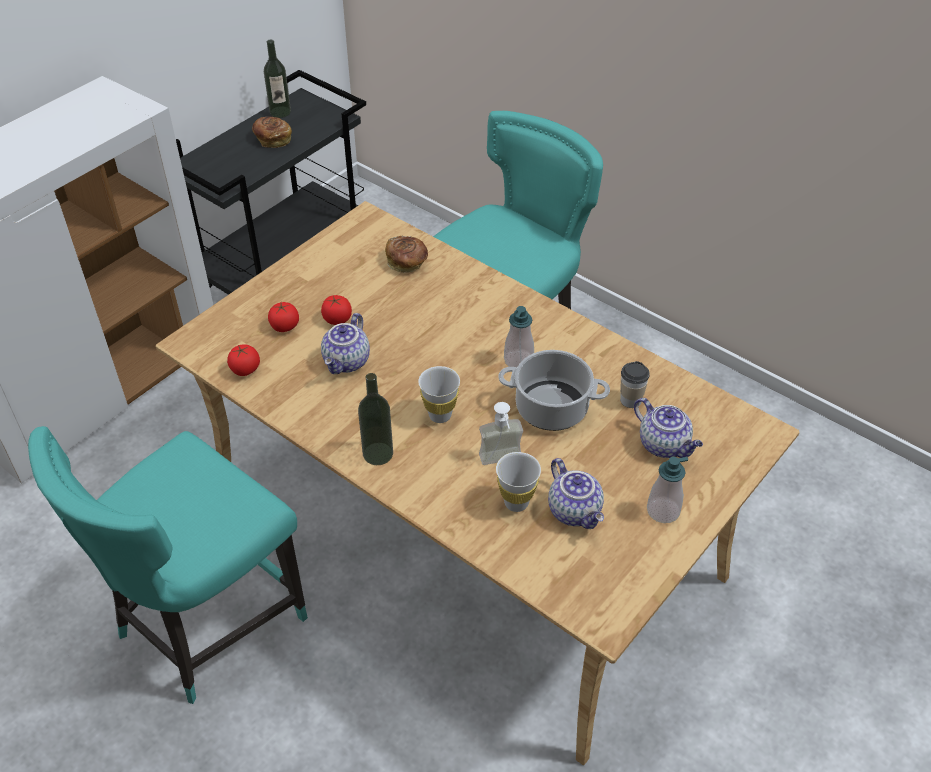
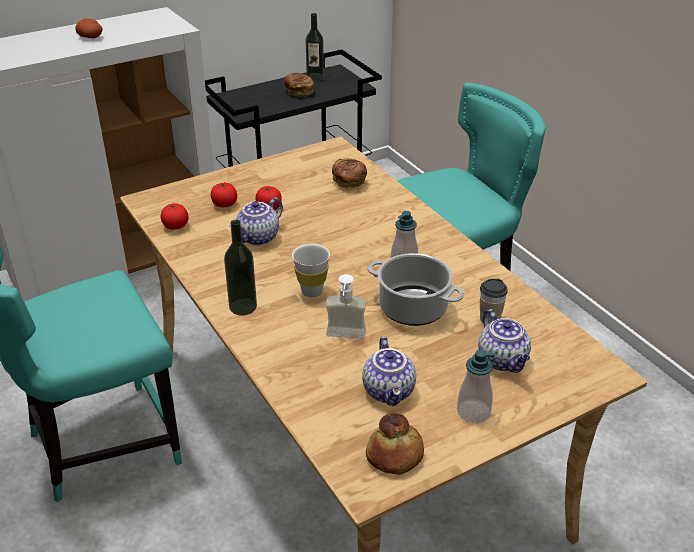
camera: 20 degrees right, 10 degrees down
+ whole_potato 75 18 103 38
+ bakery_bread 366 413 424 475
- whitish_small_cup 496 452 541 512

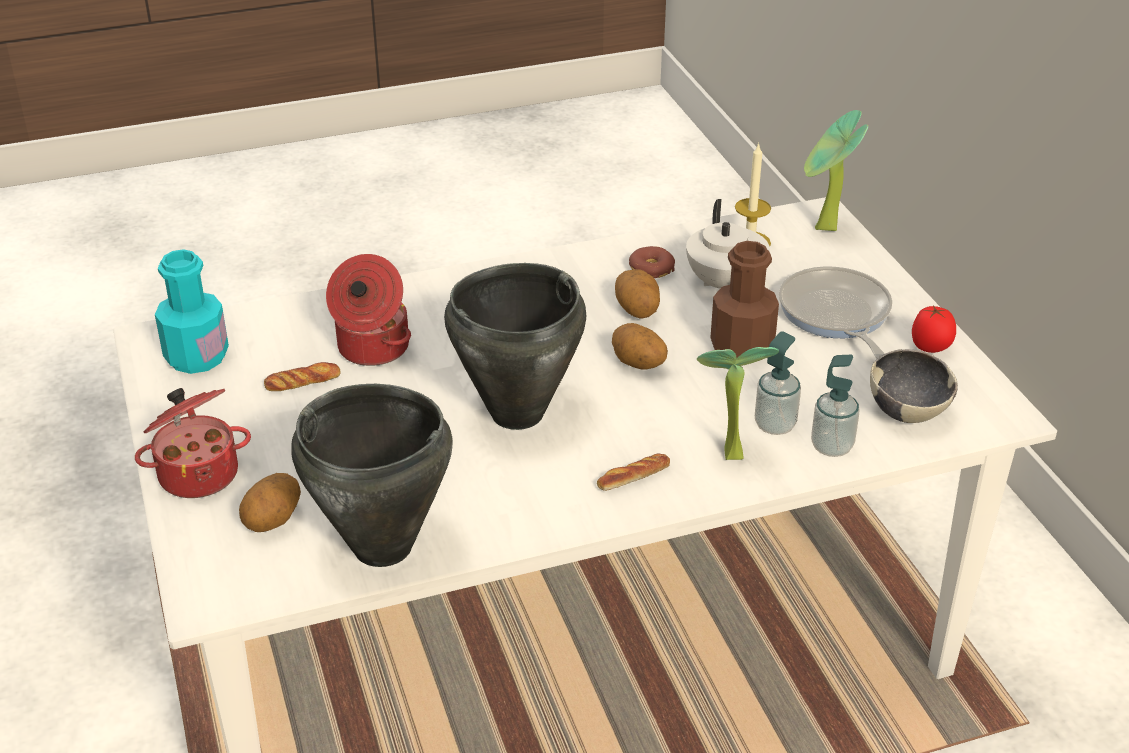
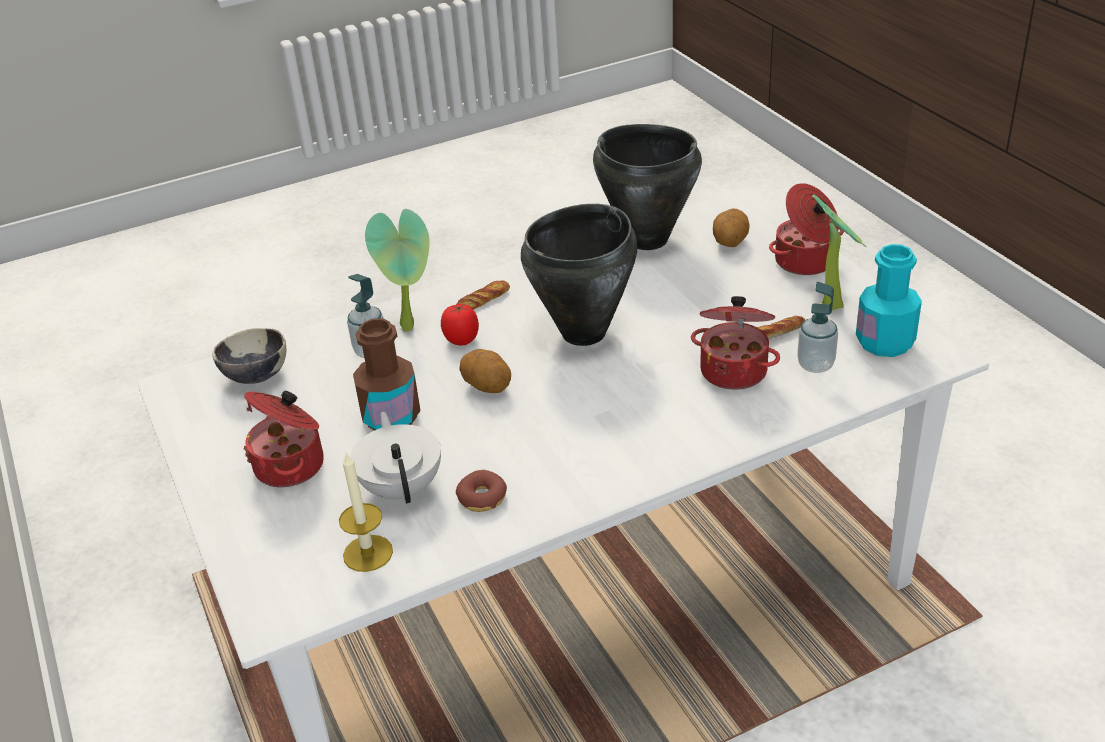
camera: 175 degrees right, 0 degrees up
~ frying_pan 779 266 892 359 to stockpot 243 391 324 488
~ whole_tomato 912 305 956 353 to 441 304 479 346
~ liquid_soap_bottle 811 355 859 457 to 797 282 838 373
~ plant_in_a_pot 804 110 868 231 to 812 195 867 310
- whole_potato 615 269 660 319

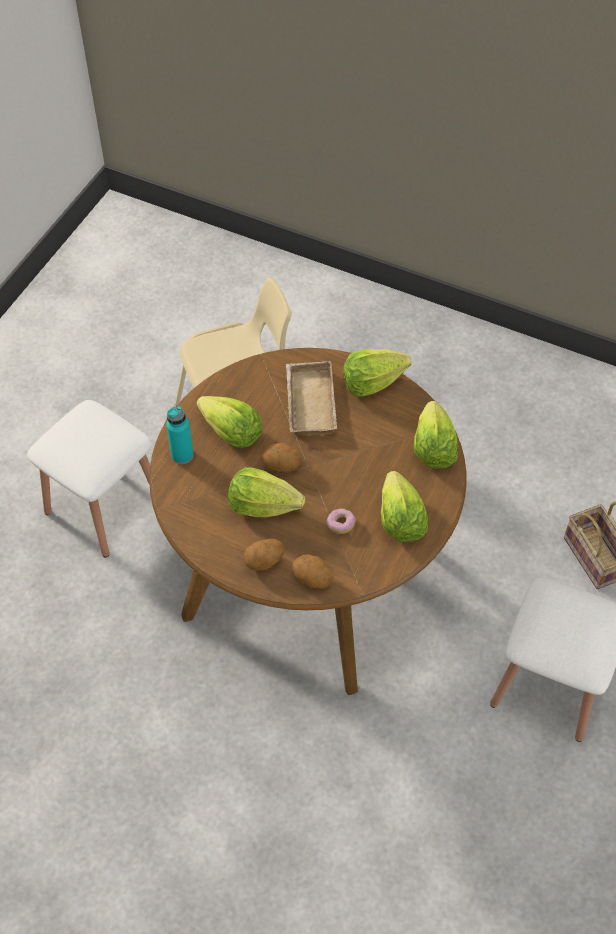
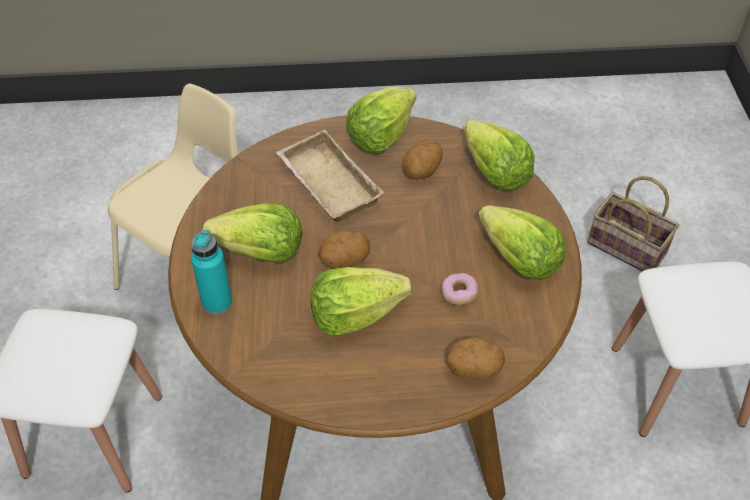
camera: 30 degrees left, 5 degrees down
~ whole_potato 243 539 285 570 to 402 139 443 180

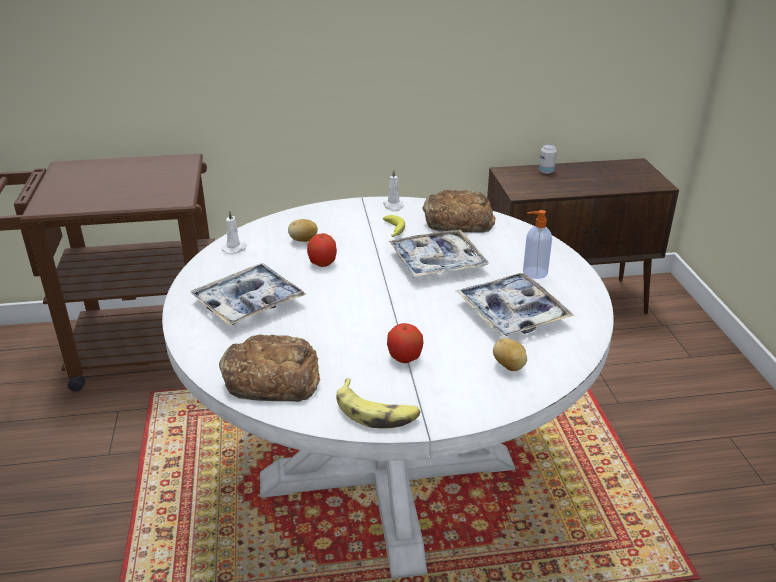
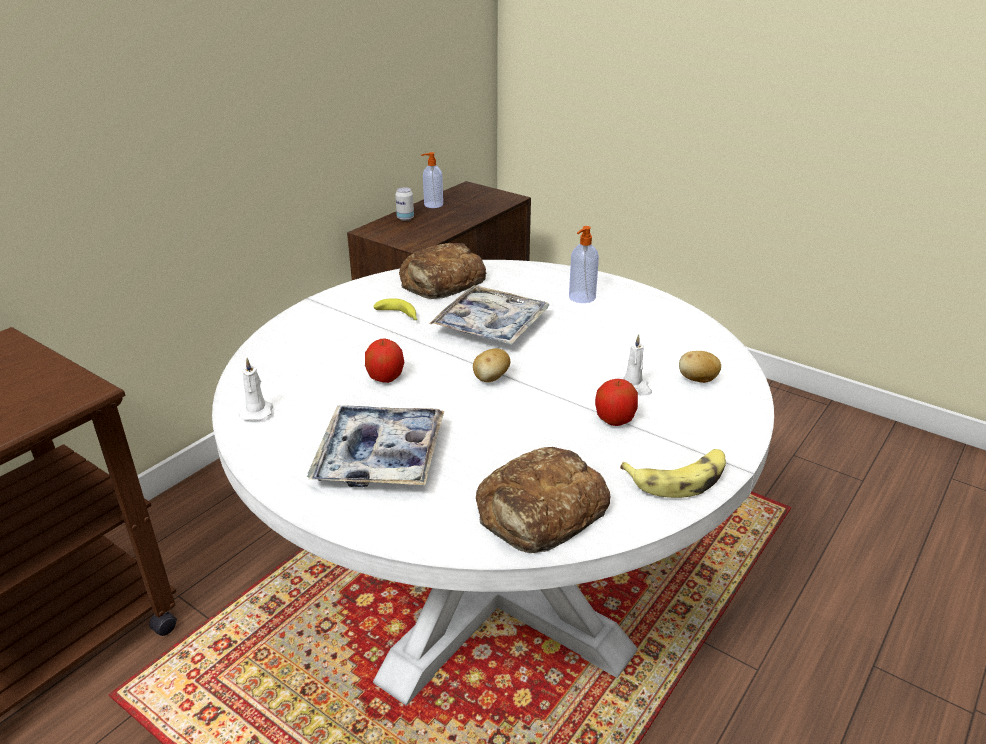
camera: 45 degrees left, 0 degrees up
+ liquid_soap_bottle 421 152 443 208
~ whole_potato 288 219 318 242 to 473 348 511 382
~ whitish_candle 383 169 404 212 to 618 334 652 395
- carrying_tray 456 273 574 336

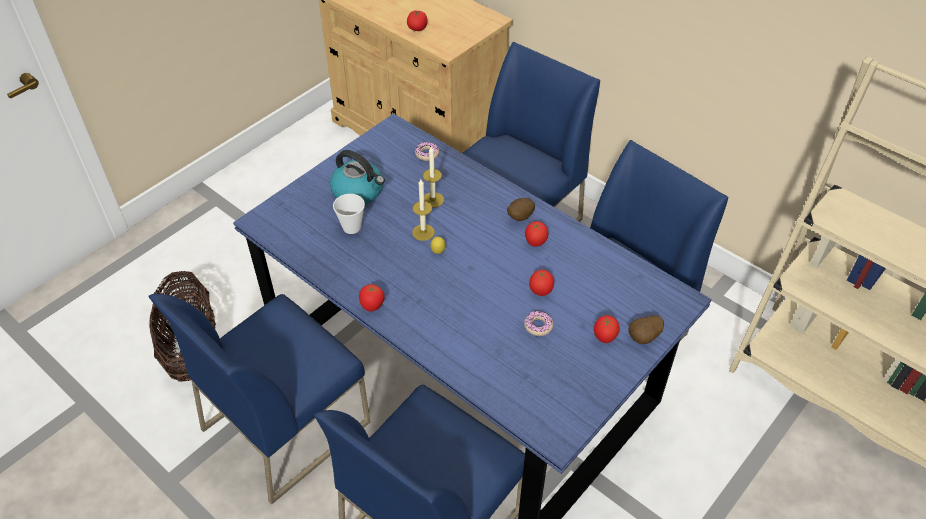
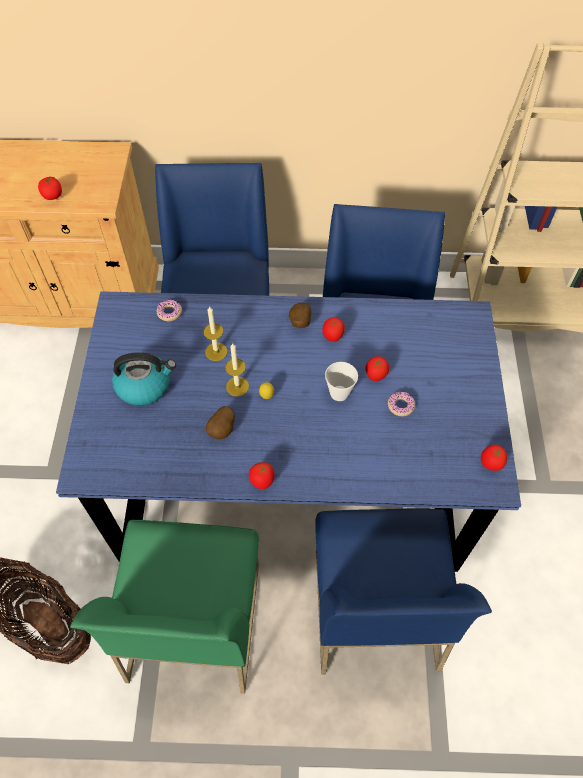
camera: 40 degrees left, 10 degrees up
~ blue_plain_chair 148 294 370 505 to green-coloured_plain_chair 70 520 259 694
~ whole_potato 628 315 664 344 to 206 406 235 439
~ small_cup 333 194 365 234 to 325 362 358 401
~ whole_tomato 594 315 620 343 to 481 444 507 471

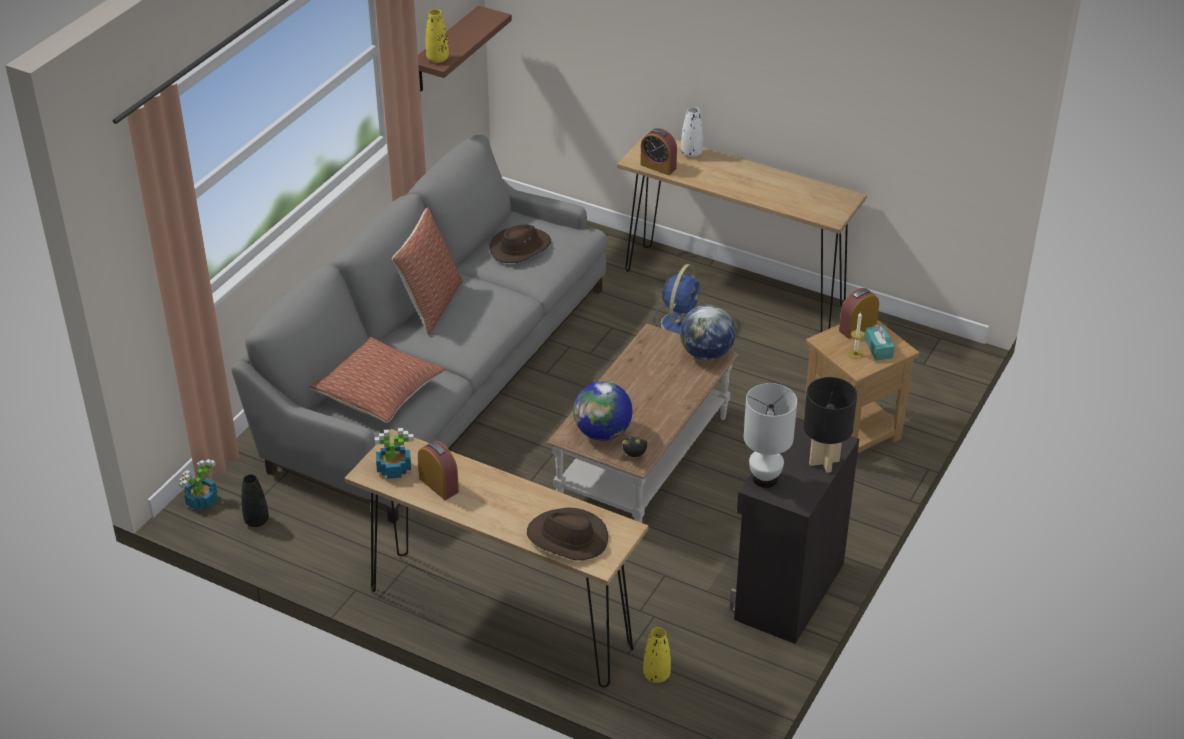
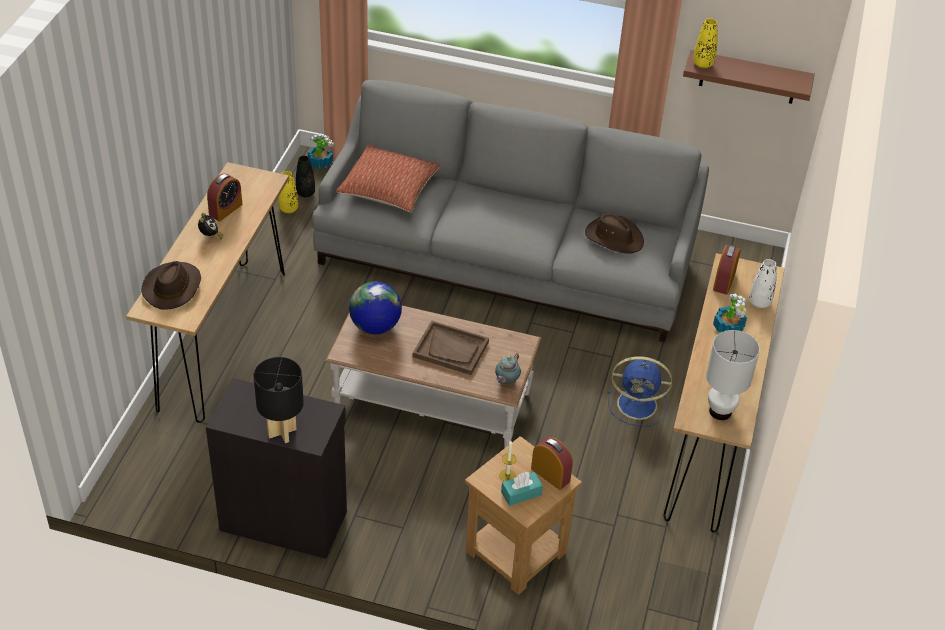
camera: 75 degrees right, 5 degrees up
~ bedside_clock 622 437 647 457 to 198 213 223 239
~ yellowish_decorative_vase 643 627 671 683 to 278 171 298 213
+ brown_carrying_tray 413 321 489 375
~ world_globe 680 304 736 361 to teapot 495 353 521 385
~ whitish_lamp_for_a_table 744 383 797 488 to 706 330 760 420
~ plant_in_a_pot 374 428 414 479 to 713 294 747 333
- throw_pillow 392 208 463 334

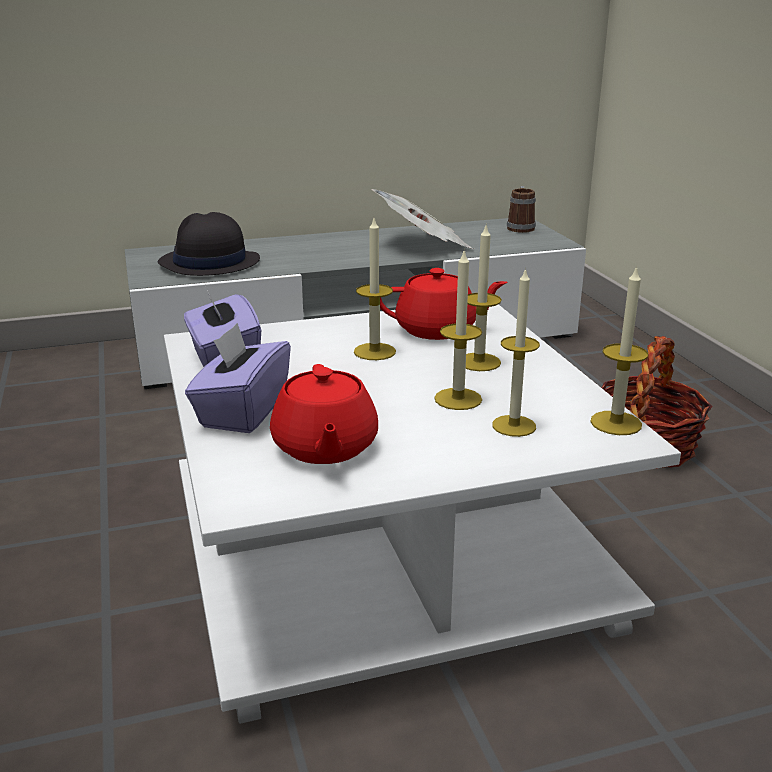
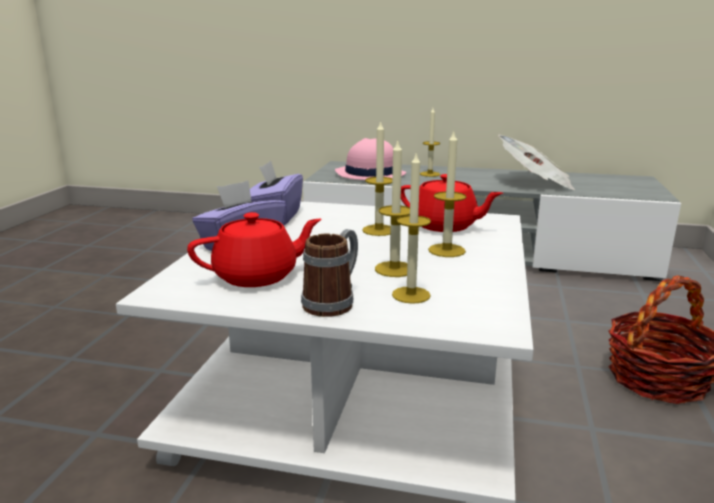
camera: 30 degrees right, 5 degrees down
~ reddish_teapot 270 364 378 464 = 187 212 322 287 135 degrees counterclockwise
~ coffee_mug 507 186 536 233 to 301 229 358 317
~ black_clothing_hat 158 212 260 276 to pink_clothing_hat 335 138 406 180
~ candle 590 265 648 435 to 420 108 440 177

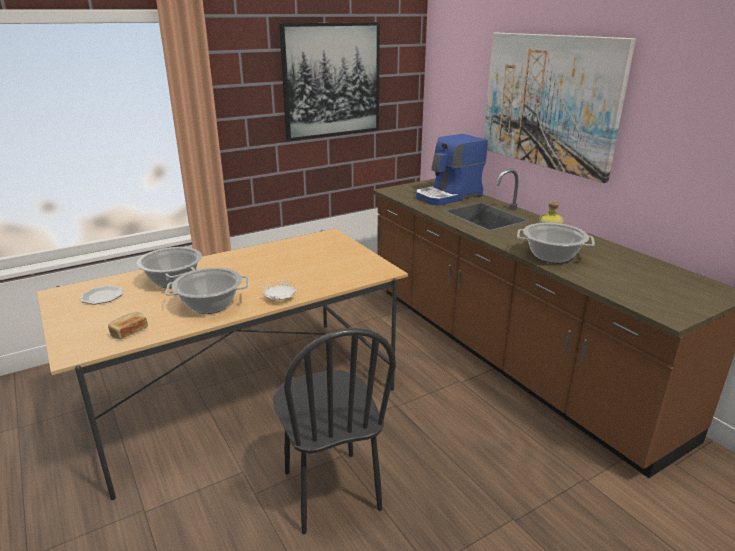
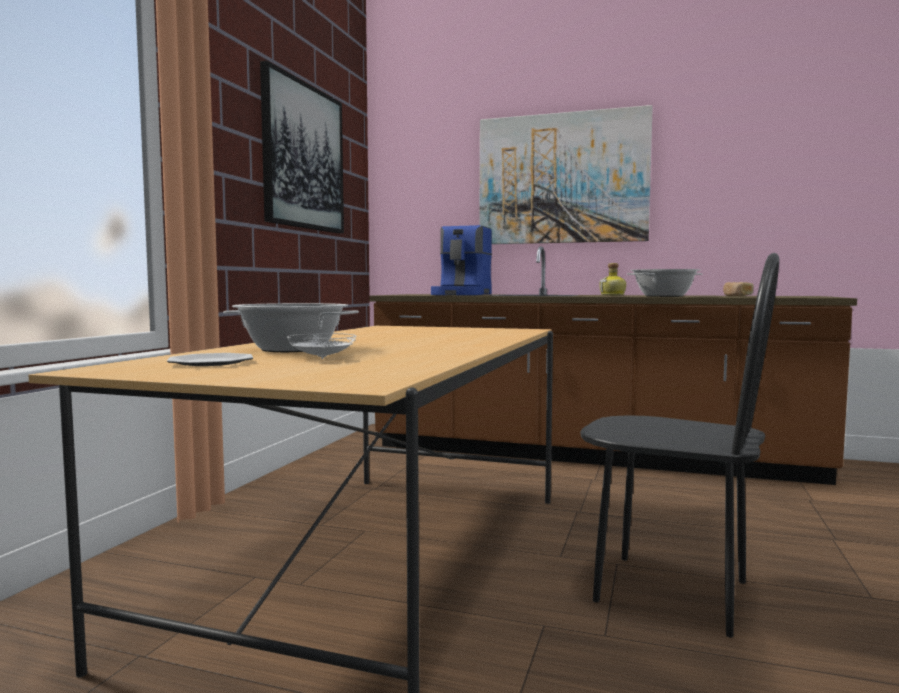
camera: 40 degrees left, 20 degrees down
~ whitish_flat_dish 262 281 298 300 to 287 333 357 359
~ bakery_bread 108 312 148 339 to 723 282 753 296
- stockpot 165 267 248 314

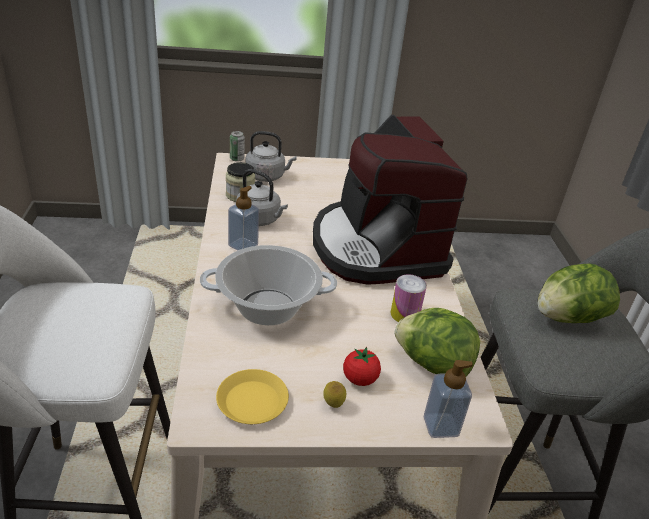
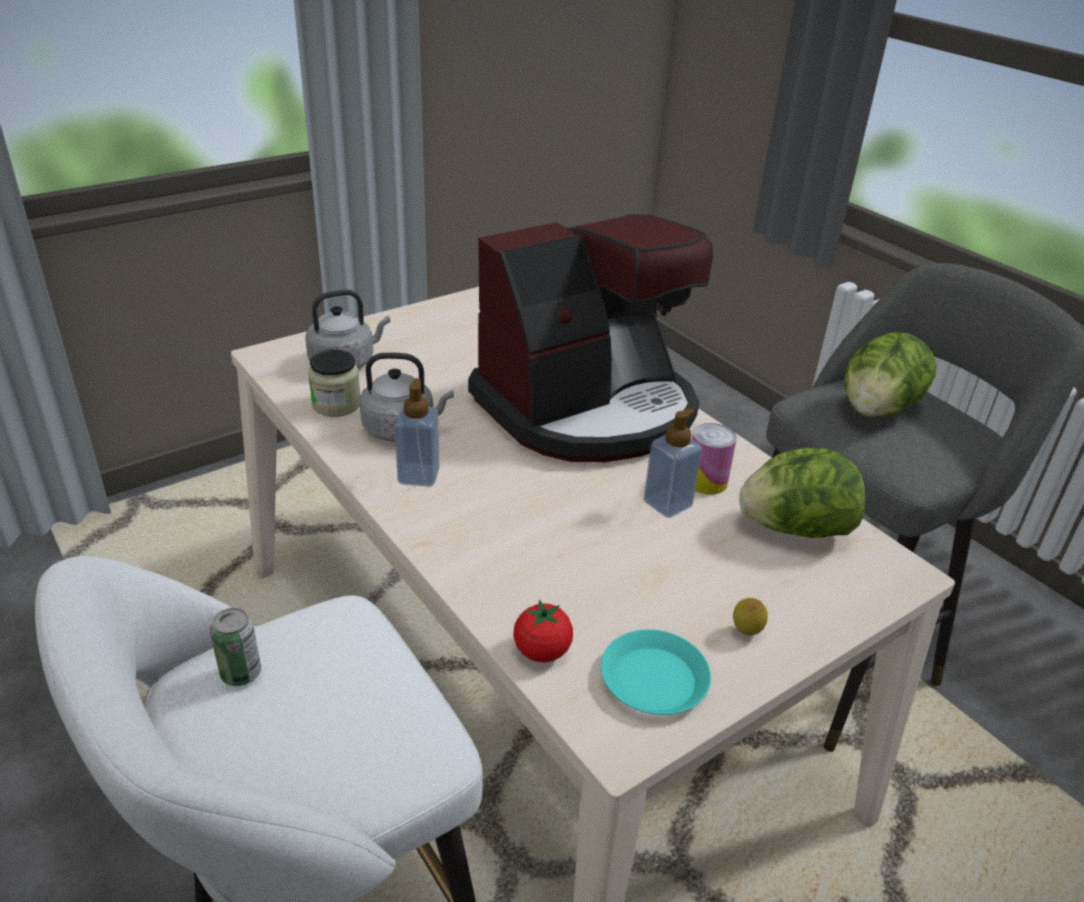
camera: 30 degrees left, 0 degrees up
~ metal_can 230 131 245 162 to 210 608 261 686
~ coffee_machine 313 115 468 285 = 468 214 713 462 75 degrees counterclockwise
~ whole_tomato 343 347 381 386 to 513 600 573 662
~ yellowish_flat_dish 216 369 289 424 to turquoise-coloured_flat_dish 601 629 711 715
~ liquid_soap_bottle 424 360 473 438 to 644 409 703 518
- stockpot 200 245 337 326

